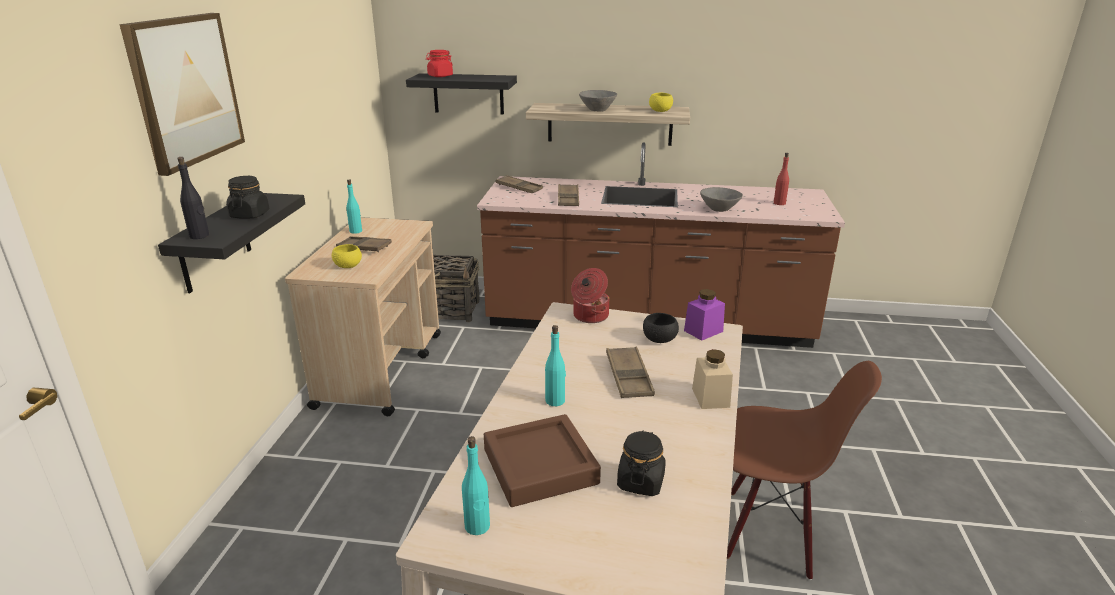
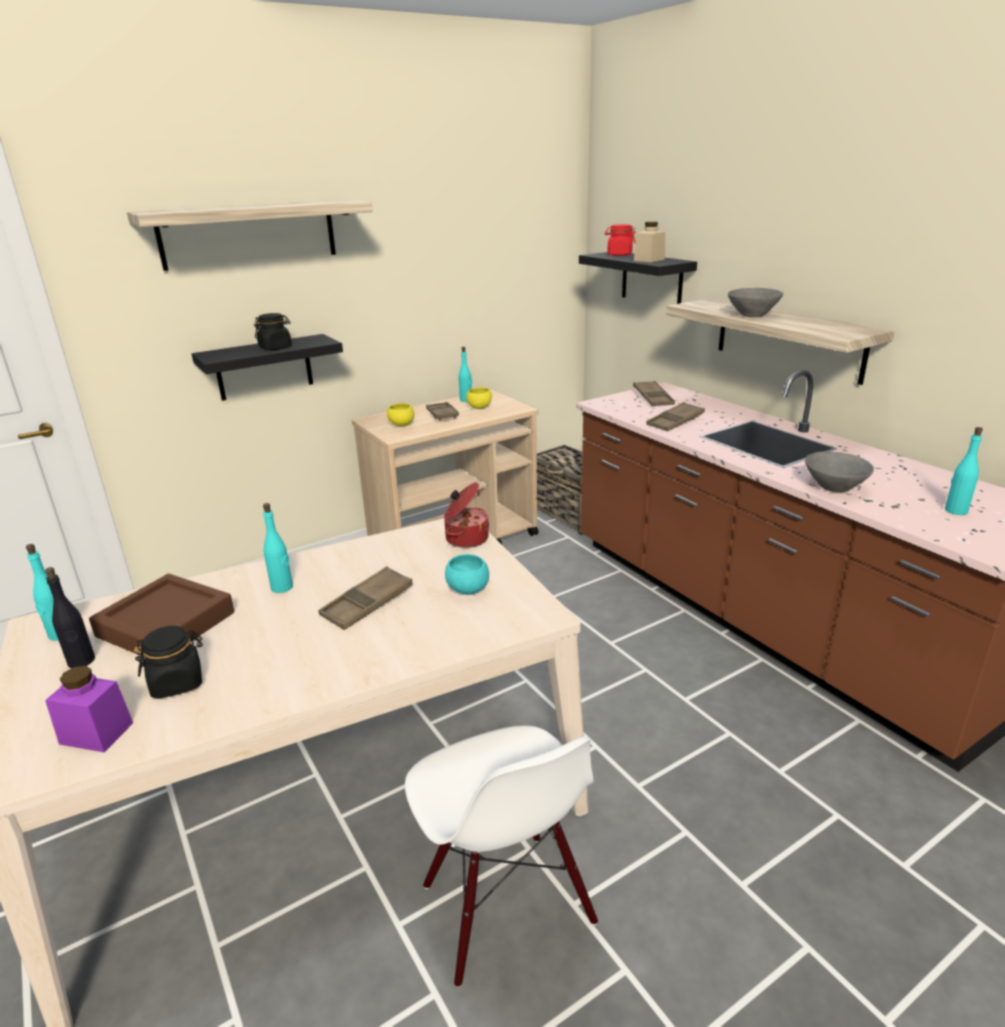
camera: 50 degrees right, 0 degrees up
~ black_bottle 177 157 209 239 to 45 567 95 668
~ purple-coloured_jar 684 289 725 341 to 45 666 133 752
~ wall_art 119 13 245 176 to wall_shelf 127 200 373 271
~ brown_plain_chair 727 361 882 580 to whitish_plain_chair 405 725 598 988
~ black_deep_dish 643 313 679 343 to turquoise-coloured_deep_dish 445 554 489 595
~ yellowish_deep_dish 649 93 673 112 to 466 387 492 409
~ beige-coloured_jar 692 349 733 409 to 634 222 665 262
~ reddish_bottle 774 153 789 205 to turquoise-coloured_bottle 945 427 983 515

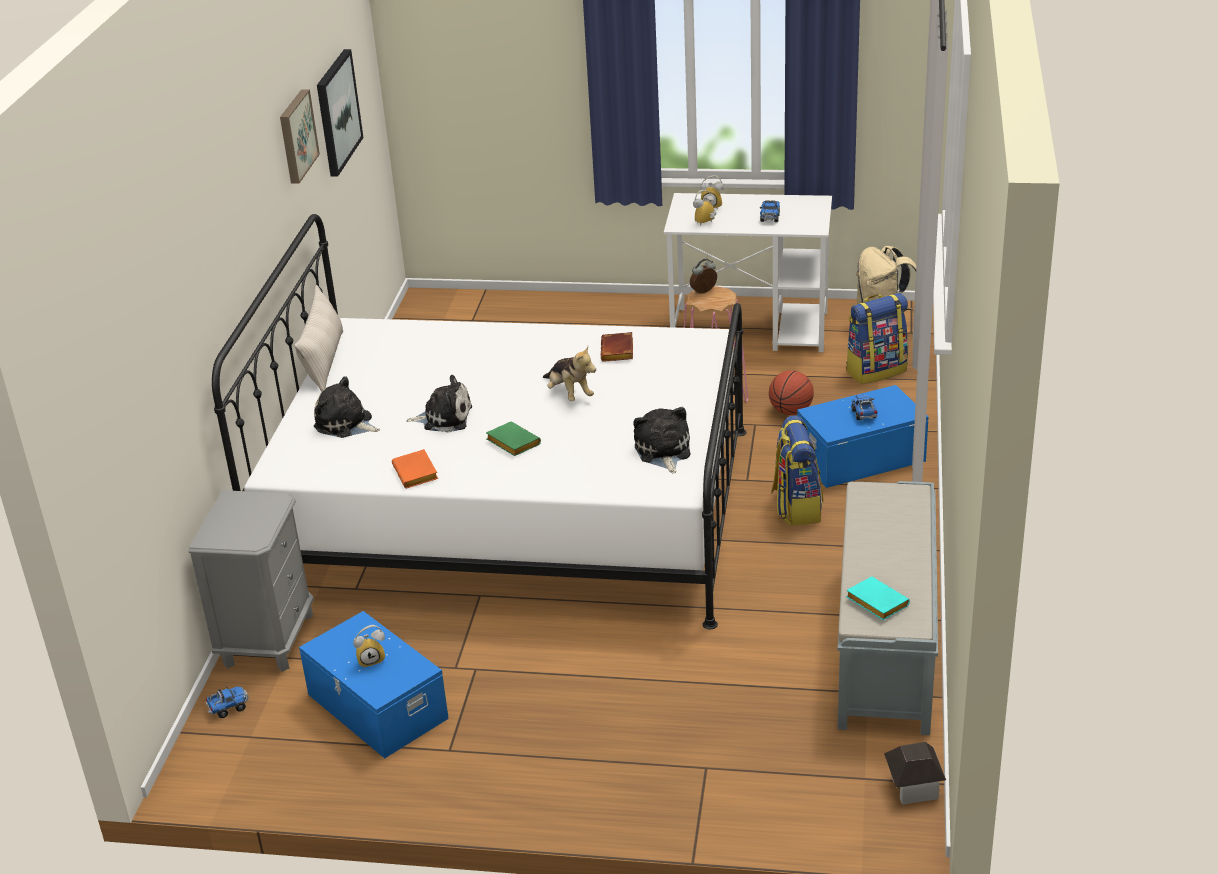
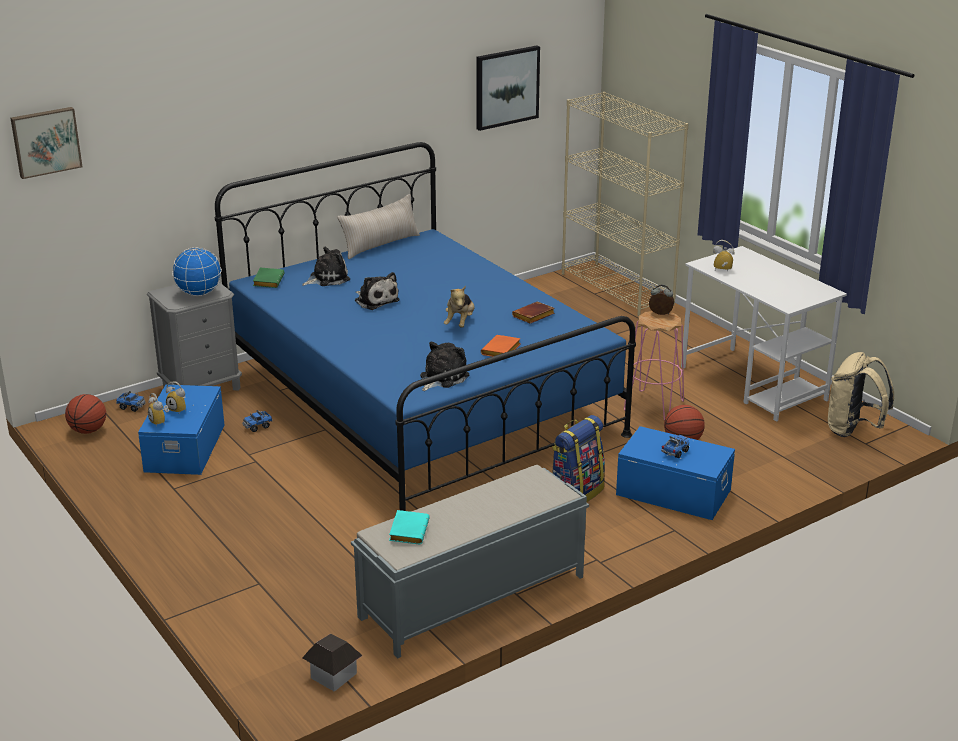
camera: 45 degrees right, 5 degrees down
~ wall_art 280 89 320 184 to 11 107 83 179
+ basketball 65 394 106 434
~ bedside_clock 700 175 724 210 to 148 393 169 427
+ world_globe 172 247 222 296
~ whitish_bed 212 214 746 630 to blue_bed 215 142 636 511
~ toy_truck 760 200 780 222 to 242 410 273 432
~ green-coloured_volume 486 421 541 456 to 253 268 284 288
~ cuddly_toy 314 376 380 438 = 302 246 350 286 75 degrees clockwise
~ orange-coloured_volume 392 449 438 488 to 481 335 521 357
+ beige-coloured_shelving_unit 562 92 688 316
- rucksack 846 293 908 384

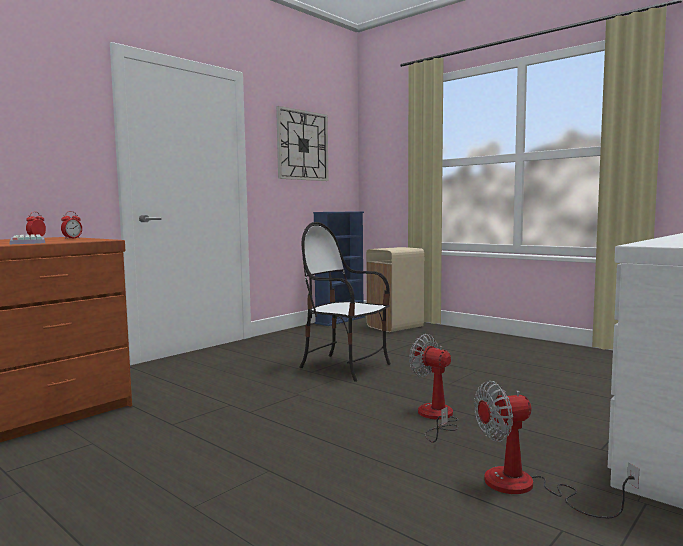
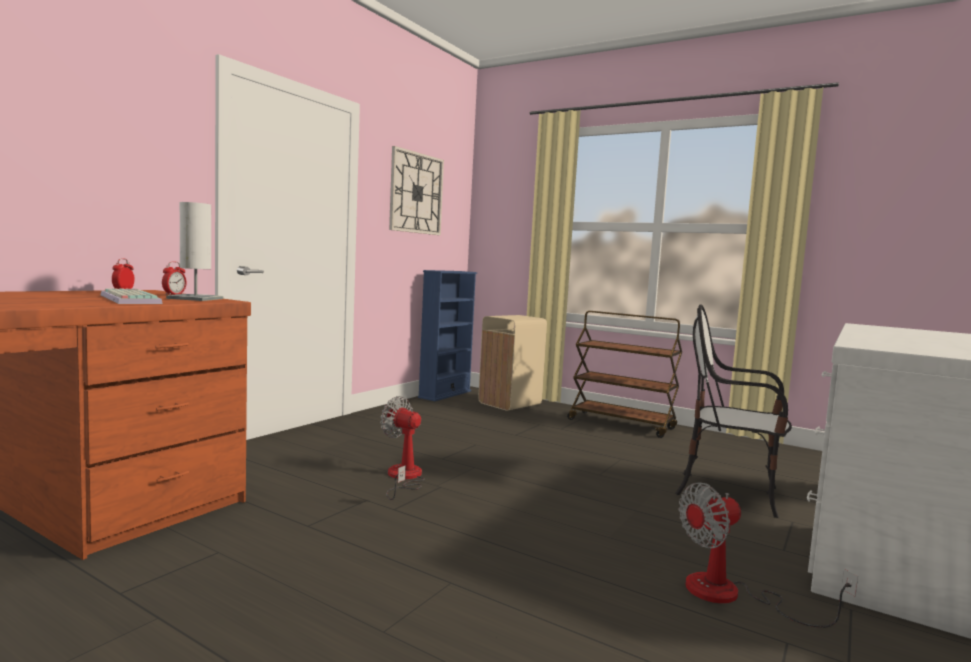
camera: 10 degrees left, 0 degrees up
+ whitish_lamp_for_a_table 166 202 224 301
~ electric_fan 409 334 458 443 to 380 396 424 500
+ brown_trolley 567 311 682 438
~ plain_chair 299 222 391 382 to 675 304 792 518

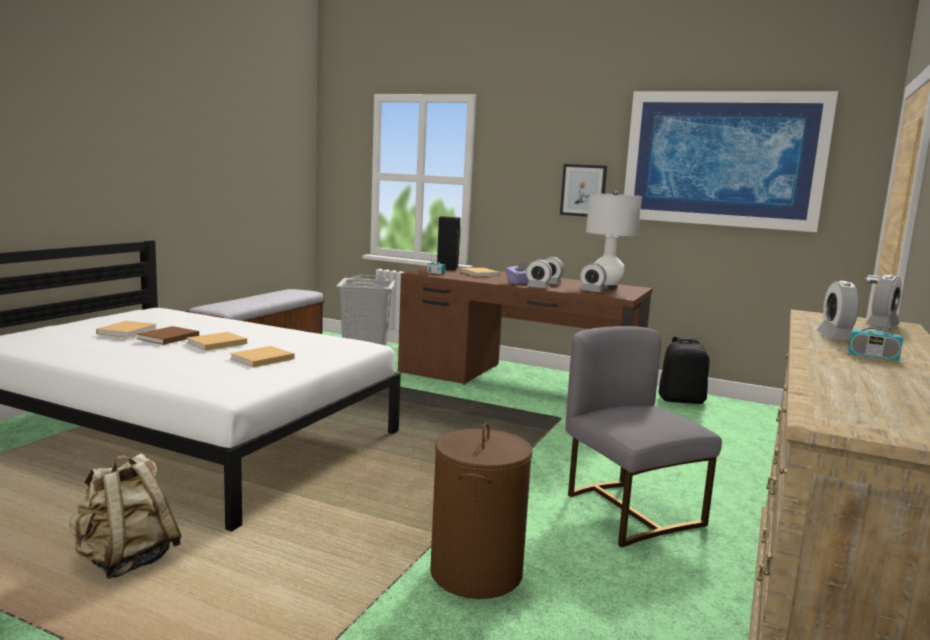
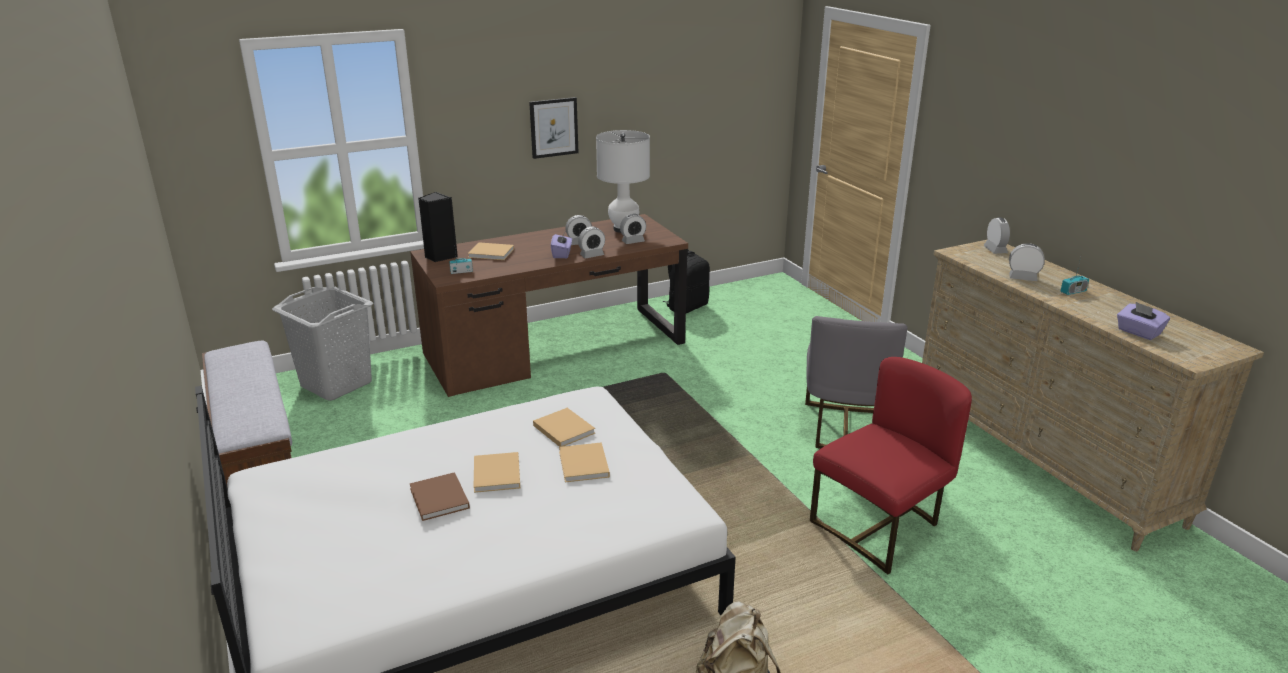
camera: 50 degrees left, 15 degrees up
~ beige-coloured_volume 96 321 157 338 to 533 408 595 447
~ greyish_plain_chair 565 326 722 548 = 805 316 908 449 90 degrees counterclockwise
~ brown_laundry_basket 430 423 532 599 to reddish_plain_chair 810 357 972 574
~ bedside_clock 816 281 859 340 = 1009 243 1045 281 150 degrees clockwise
+ purple-coloured_tissue_box 1117 302 1170 340
- wall_art 624 91 838 232

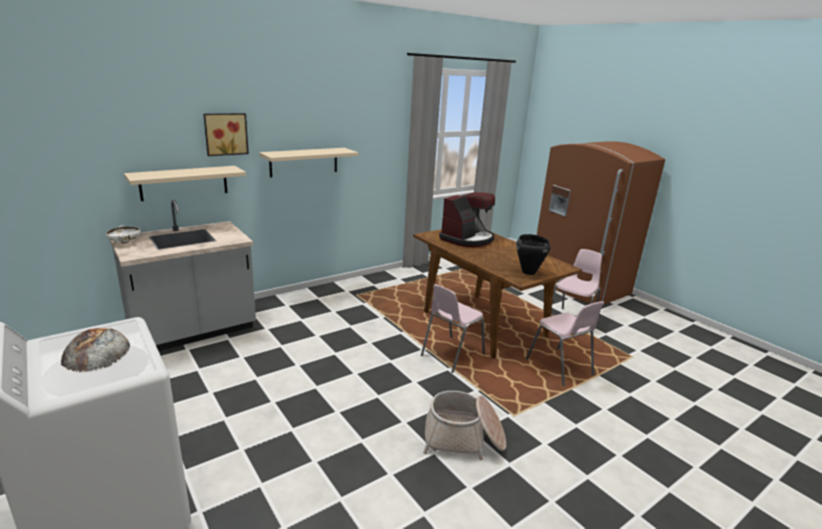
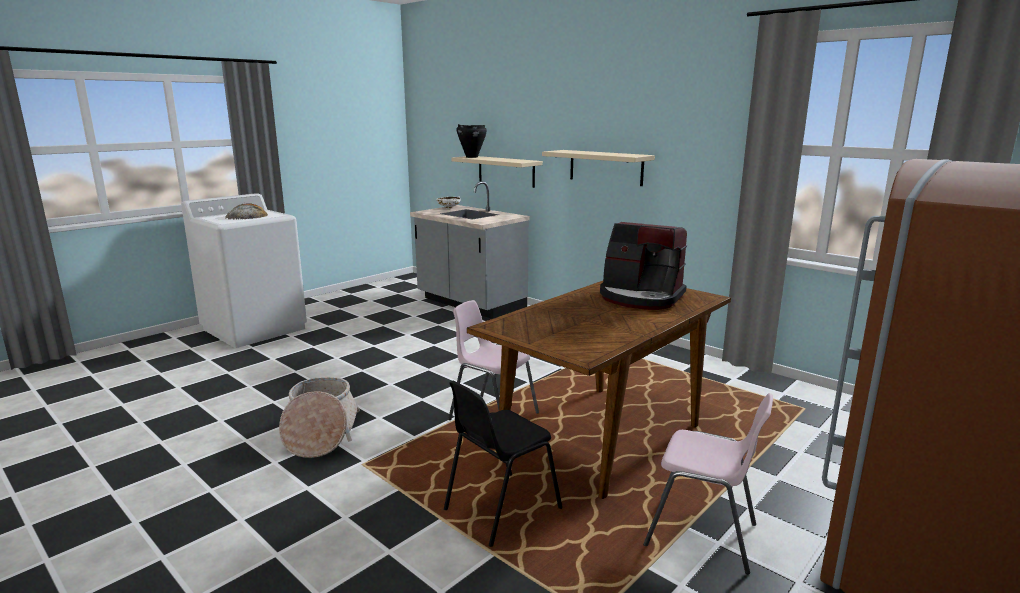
camera: 80 degrees right, 5 degrees down
~ pink_plain_chair 526 301 604 386 to black_plain_chair 444 381 562 547
~ black_stockpot 516 234 550 275 to 456 124 487 158
- wall_art 203 113 249 156

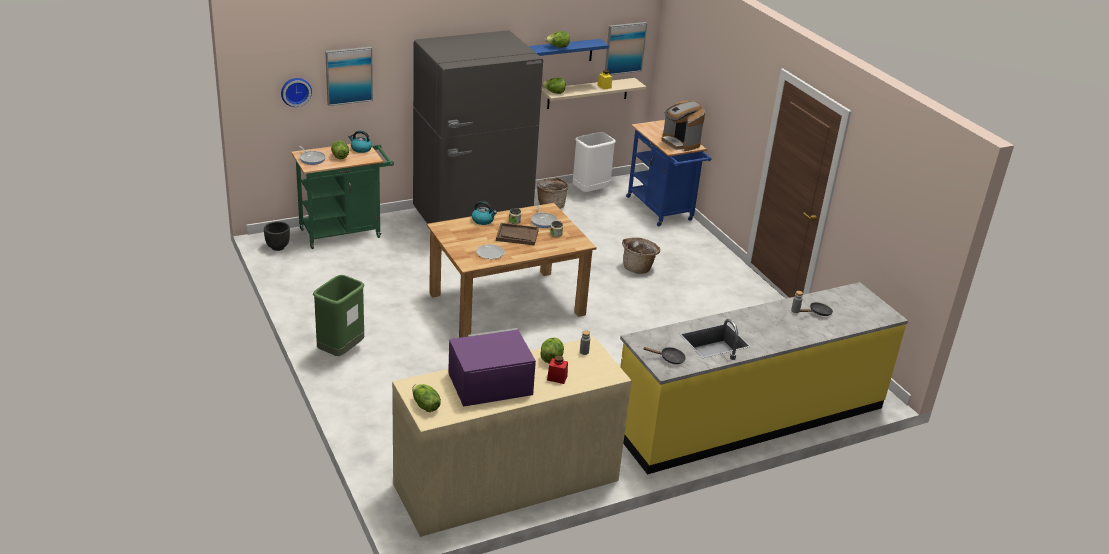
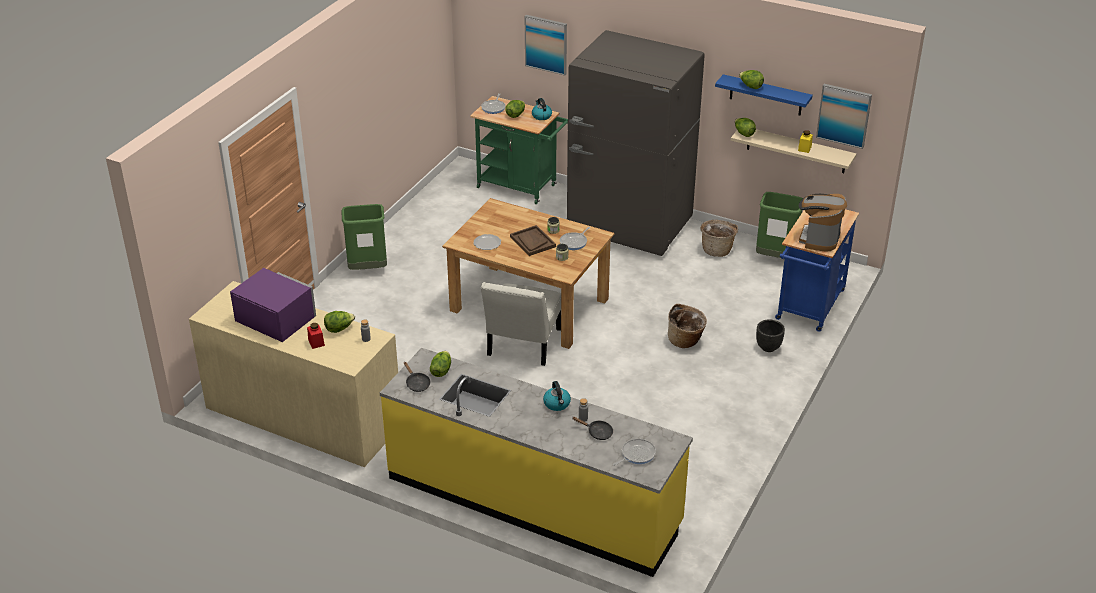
camera: 55 degrees right, 5 degrees up
~ head_of_lettuce 412 384 441 412 to 430 351 451 377
+ whitish_plain_chair 481 282 561 366
~ water_kettle 472 201 497 225 to 543 381 571 411
+ frying_pan 613 439 656 466
~ whitish_rubbish_bin 573 132 616 192 to green-coloured_rubbish_bin 756 192 803 259
~ black_flower_pot 264 222 290 251 to 756 320 785 352
- hanging_clock 281 78 312 107

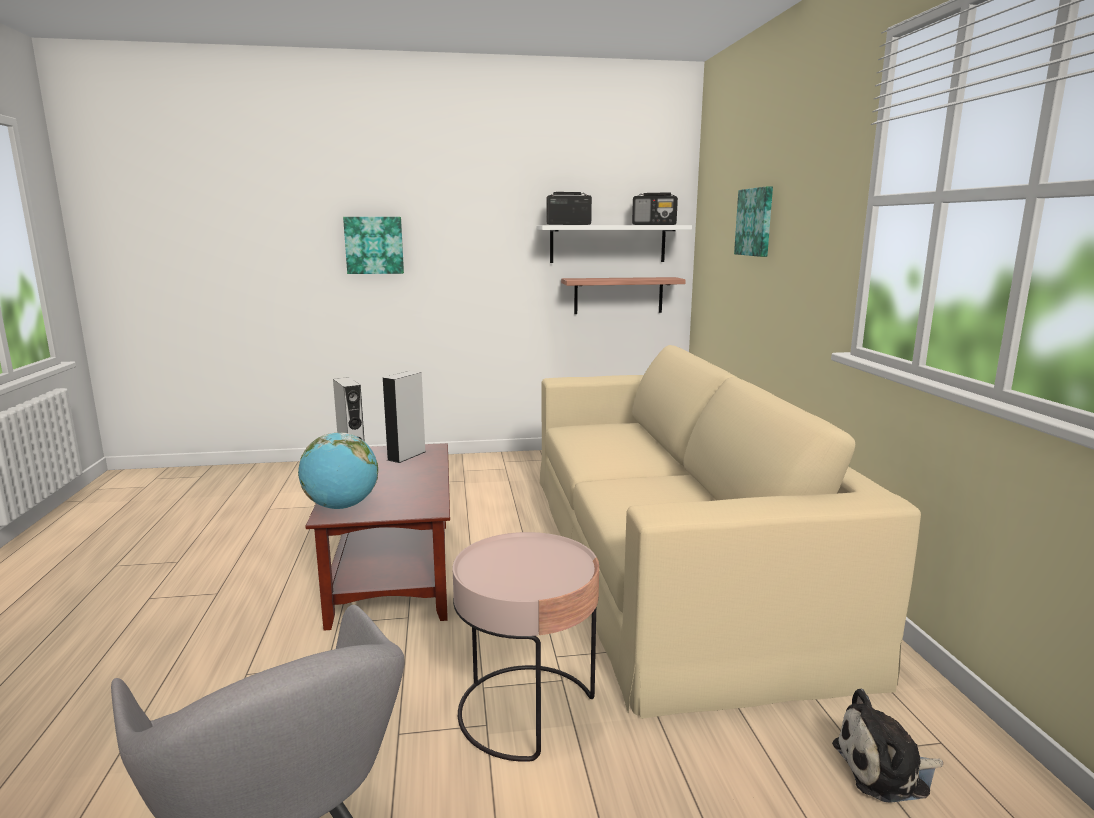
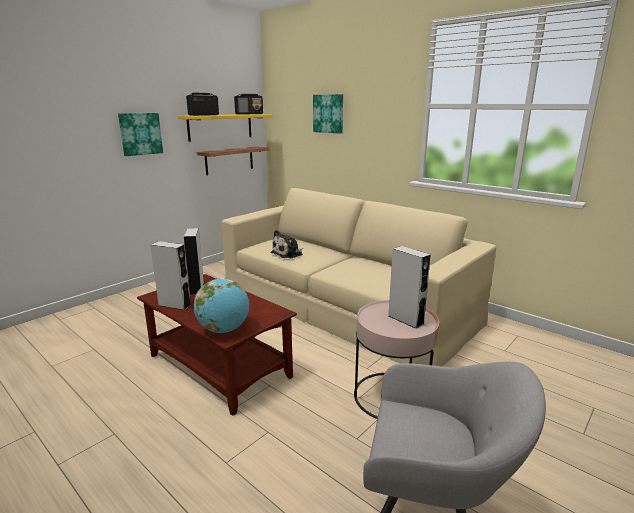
camera: 40 degrees left, 5 degrees up
~ wall_art 343 217 404 274 to 118 113 163 156
~ whitish_wall_shelf 536 225 692 263 to yellowish_wall_shelf 178 114 273 142
~ cuddly_toy 832 689 943 803 to 271 230 303 258
+ greyish_speaker 388 246 431 329

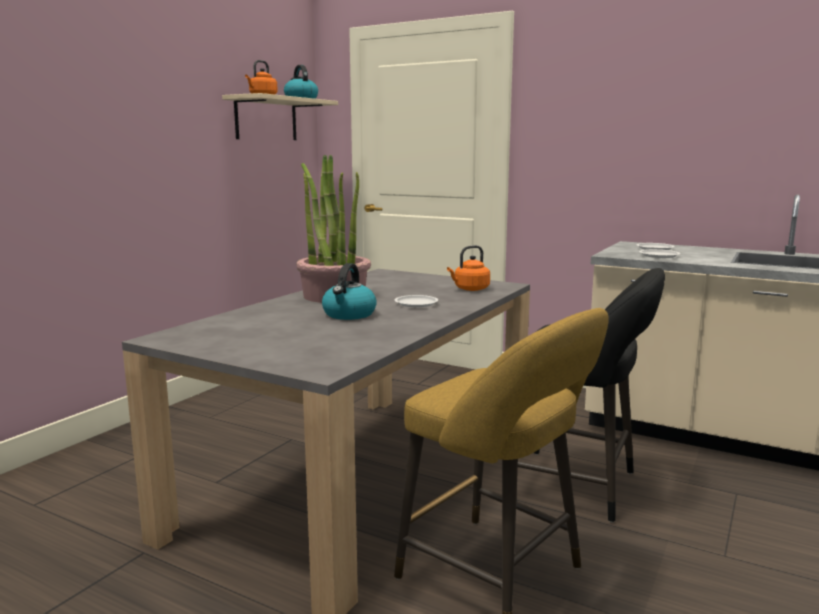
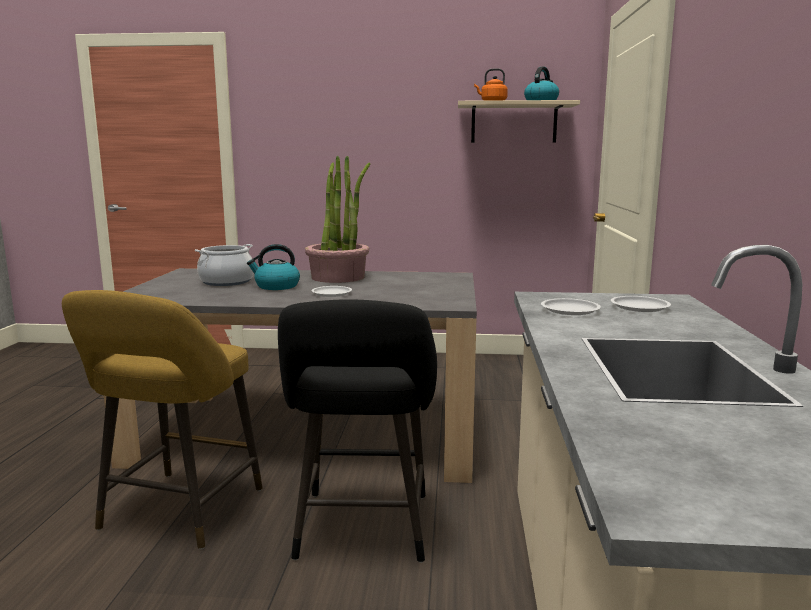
camera: 65 degrees right, 0 degrees up
+ stockpot 195 244 253 286
- orange-coloured_water_kettle 447 245 490 291

